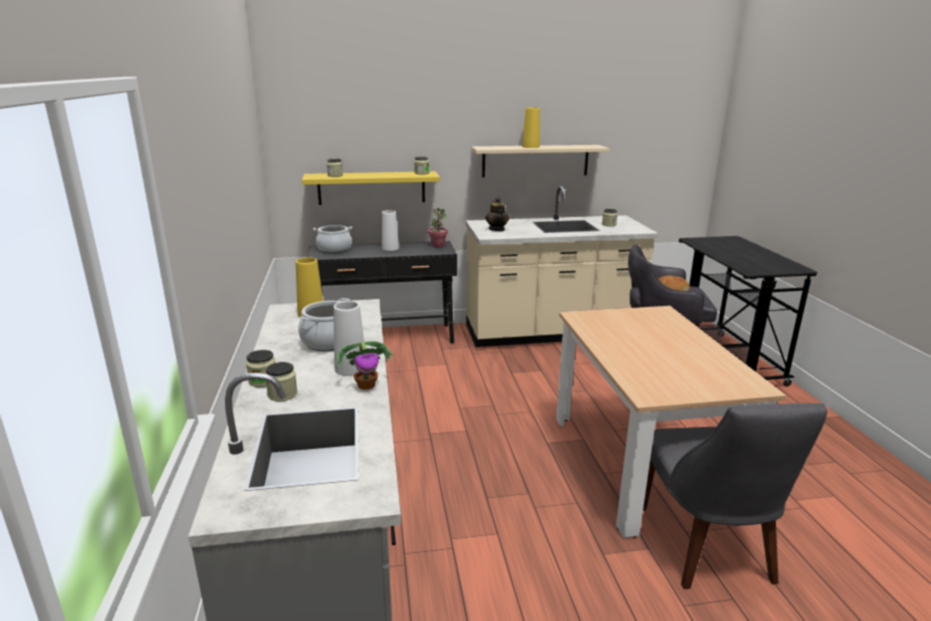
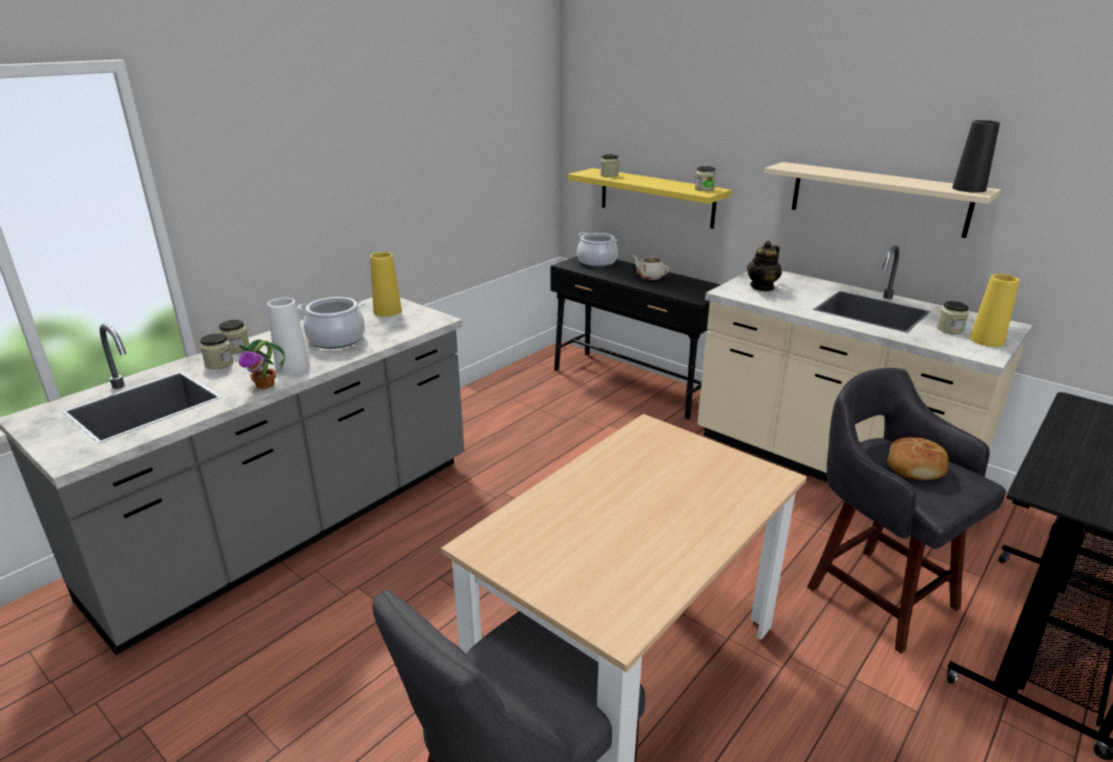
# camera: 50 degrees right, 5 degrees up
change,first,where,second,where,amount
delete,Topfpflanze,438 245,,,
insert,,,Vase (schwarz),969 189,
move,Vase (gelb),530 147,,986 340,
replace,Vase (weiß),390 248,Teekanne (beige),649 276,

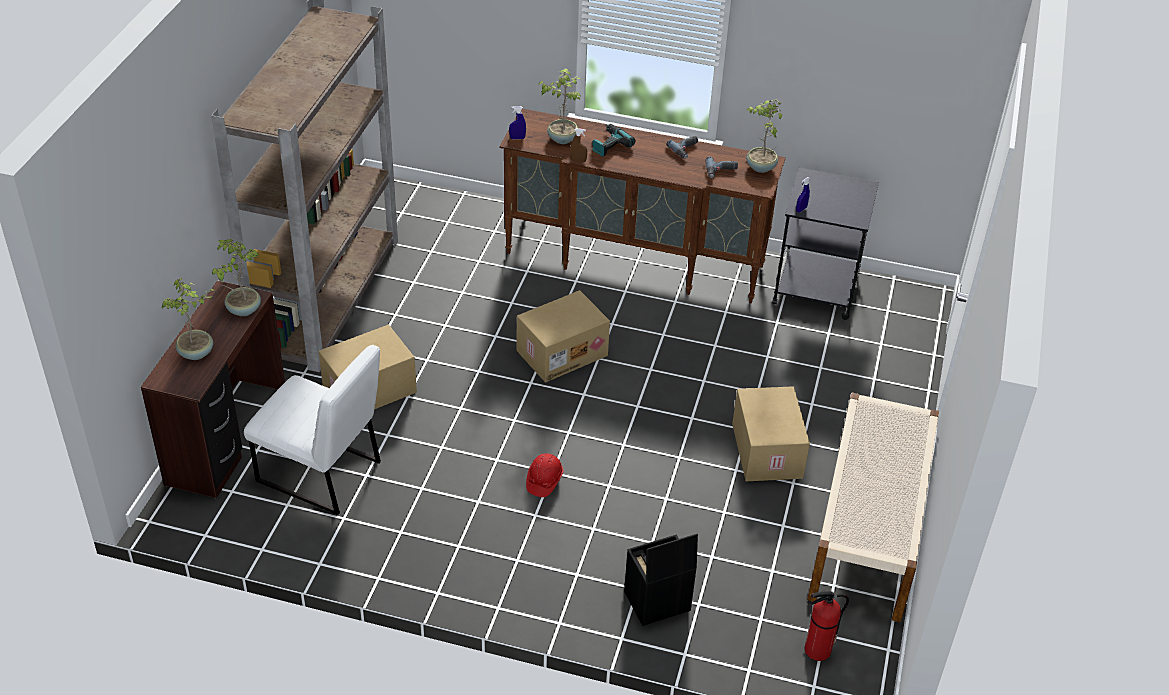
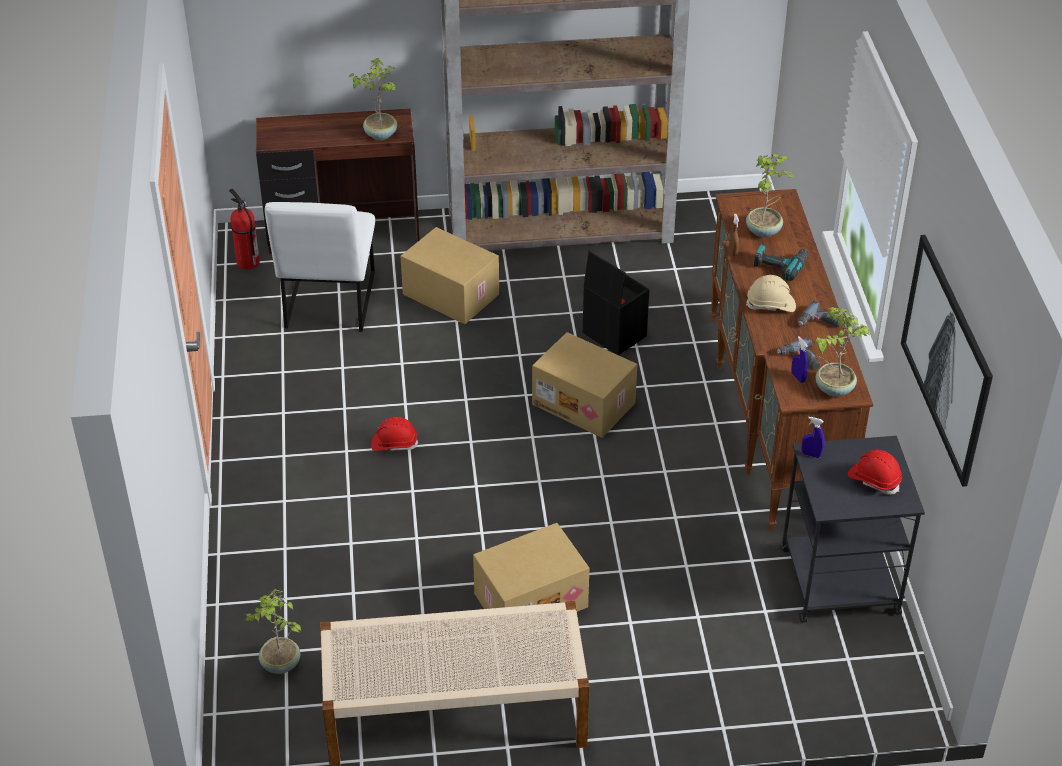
# camera: 70 degrees right, 0 degrees up
change,first,where,second,where,amount
insert,,,Schutzhelm (beige),771 305,
insert,,,Schutzhelm (rot),874 480,
insert,,,Bild,948 358,
move,Topfpflanze,196 353,,280 664,
move,Sprühflasche (blau),517 138,,798 377,
move,Aufbewahrungsbox (schwarz),656 602,,613 334,
move,Feuerlöscher,817 650,,247 262,

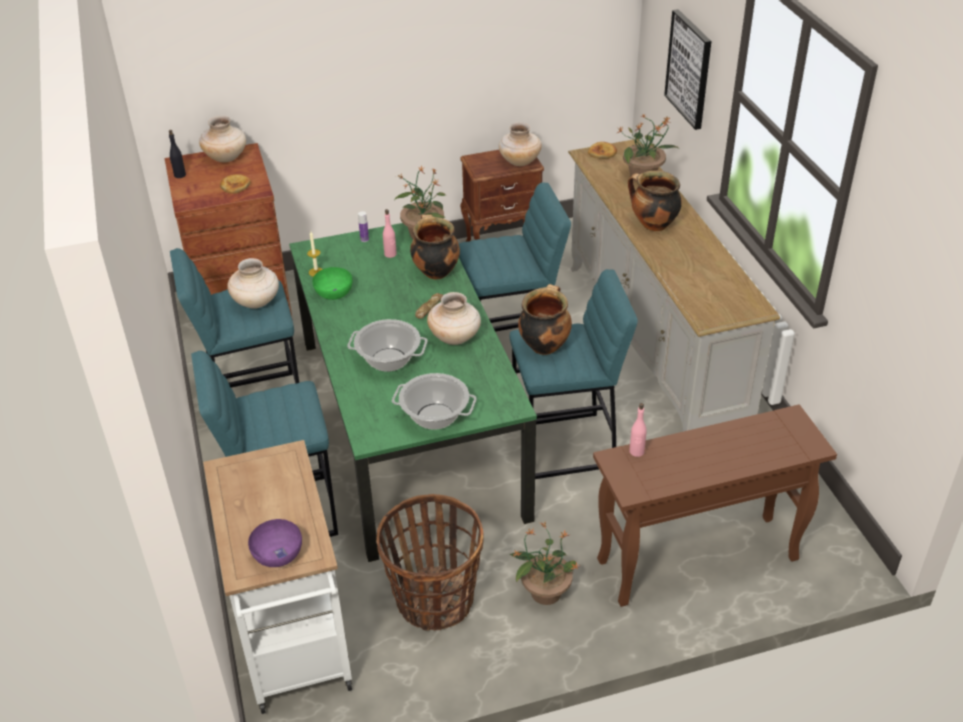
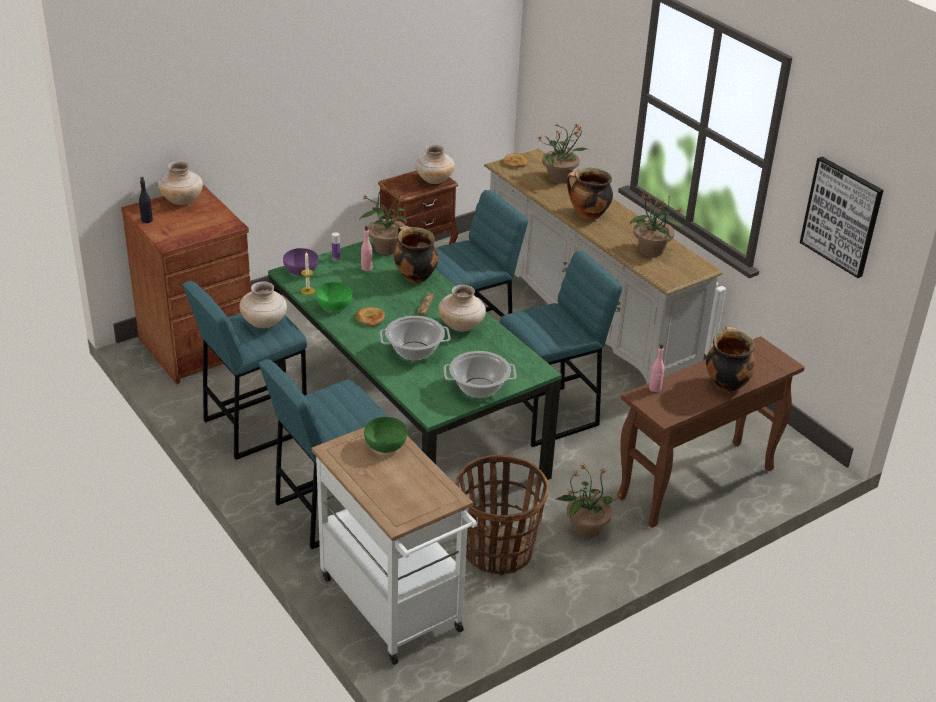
# camera: 20 degrees left, 5 degrees down
change,first,where,second,where,amount
insert,,,Schüssel (grün),386 445,
insert,,,Topfpflanze,651 251,
move,Brot,235 185,,370 318,
move,Schüssel (lila),277 554,,300 270,
move,Kochtopf,544 345,,726 384,
move,Bild,689 69,,842 216,

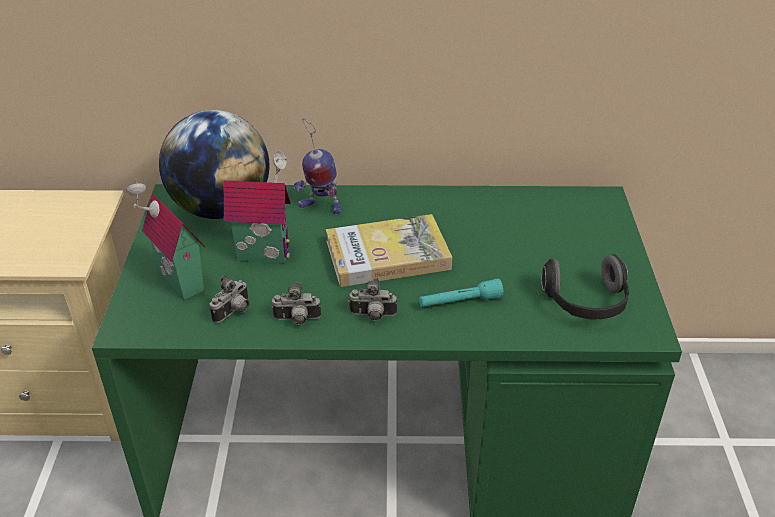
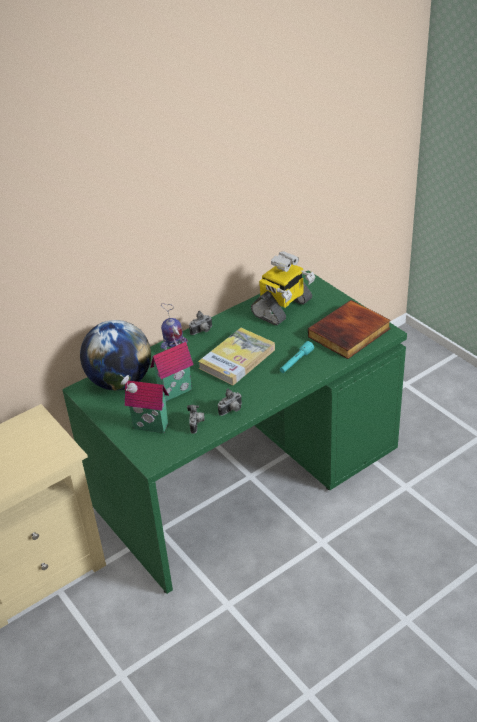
# camera: 35 degrees left, 0 degrees up
change,first,where,second,where,amount
insert,,,Spielzeugroboter,282 308,
move,Kamera,372 316,,202 331,
replace,Kopfhörer,586 303,Buch,350 333,

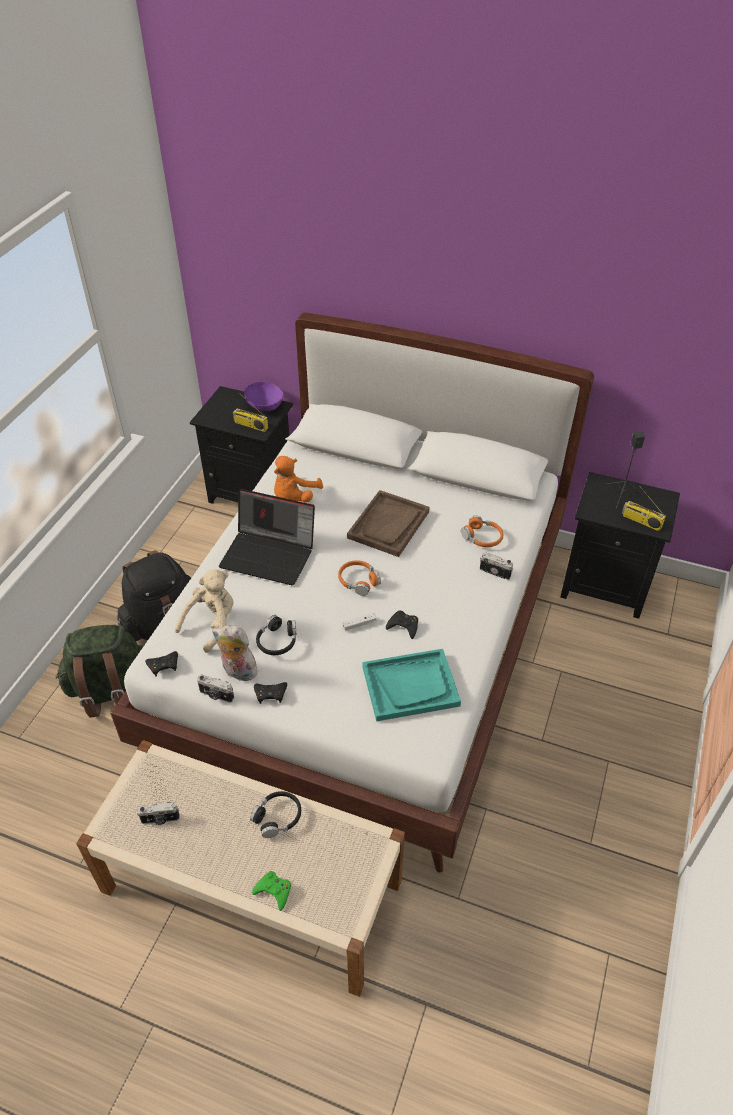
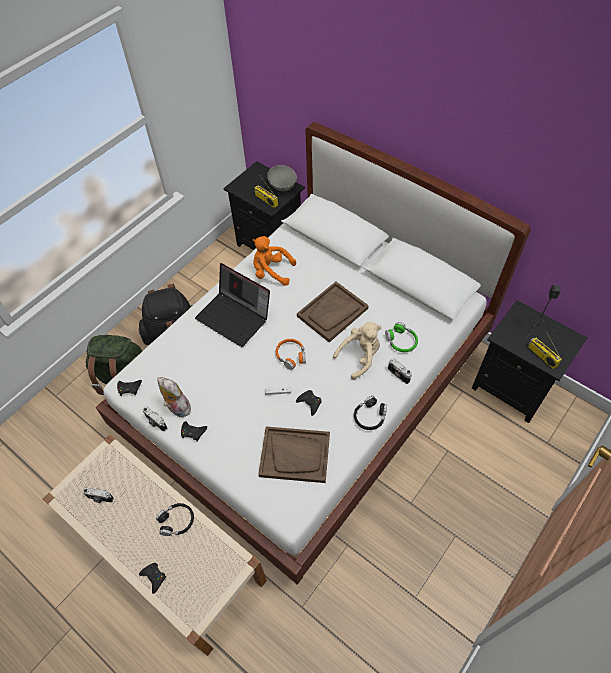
# camera: 20 degrees right, 10 degrees up
change,first,where,second,where,amount
move,Plüschtier (beige),212 623,,360 357,
move,Kopfhörer (schwarz),277 641,,370 416,
recolor,Schüssel (lila),265 406,Schüssel (grau),283 185,
recolor,Gamepad (grün),274 891,Gamepad (schwarz),154 577,
recolor,Tablett (türkis),410 686,Tablett (braun),295 455,
recolor,Kopfhörer (orange),482 537,Kopfhörer (grün),401 341,
rotate,Plüschtier (orange),294 497,,271 272,60 degrees clockwise

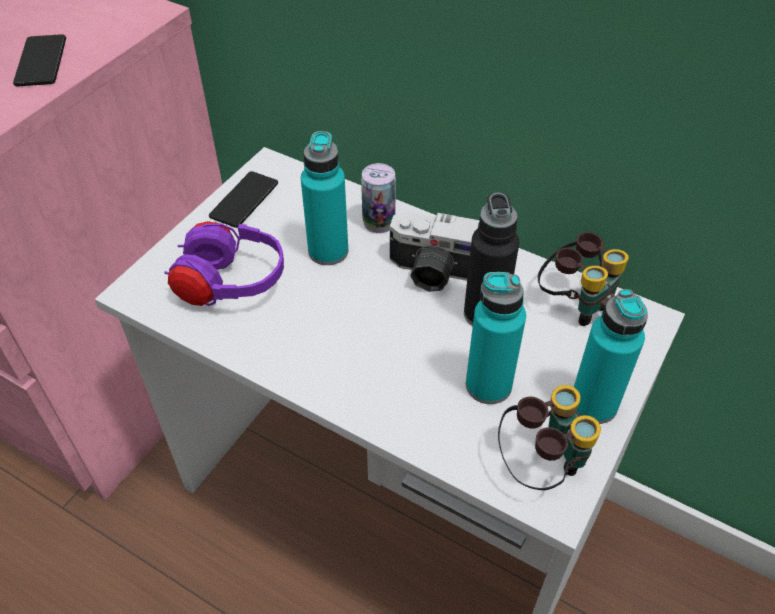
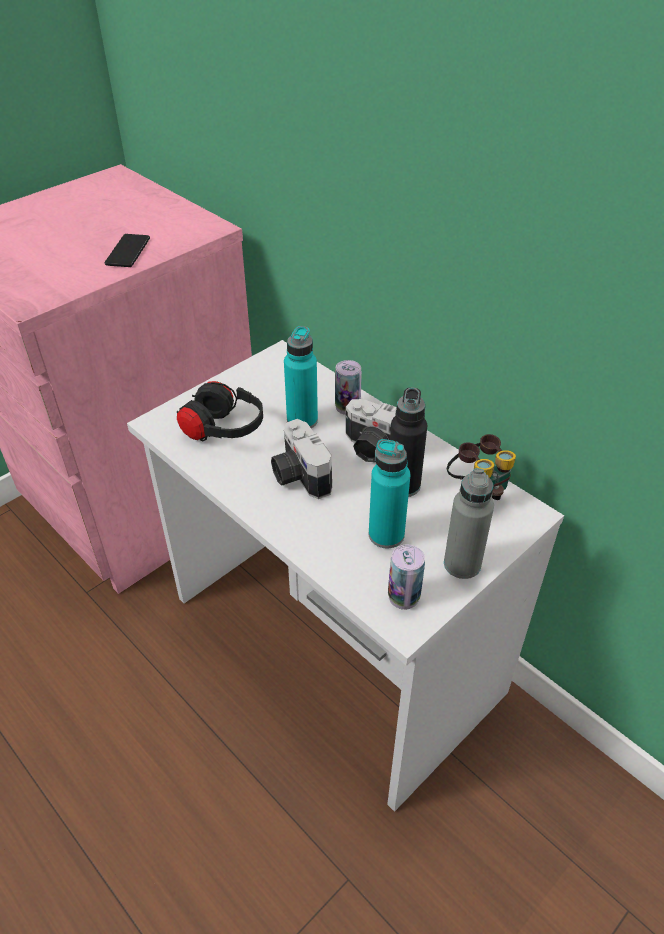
# camera: 15 degrees right, 5 degrees down
change,first,where,second,where,amount
delete,Handy,244 200,,,
insert,,,Kamera,298 476,
replace,Fernglas,540 465,Dose,403 597,
recolor,Kopfhörer (lila),230 285,Kopfhörer (schwarz),223 431,
recolor,Flasche (türkis),593 404,Flasche (grau),462 564,

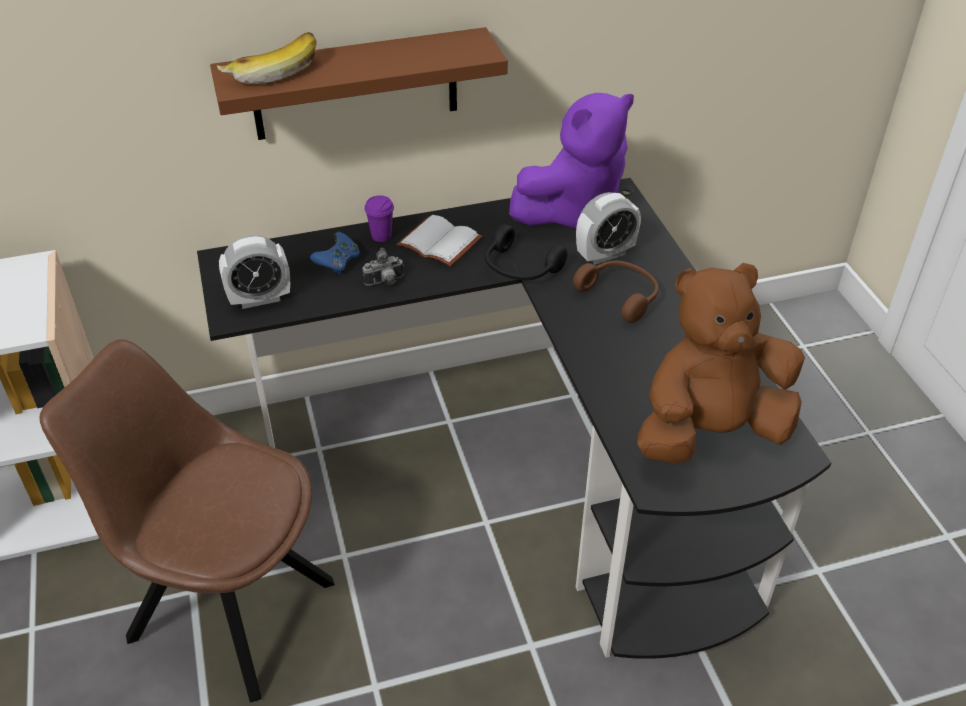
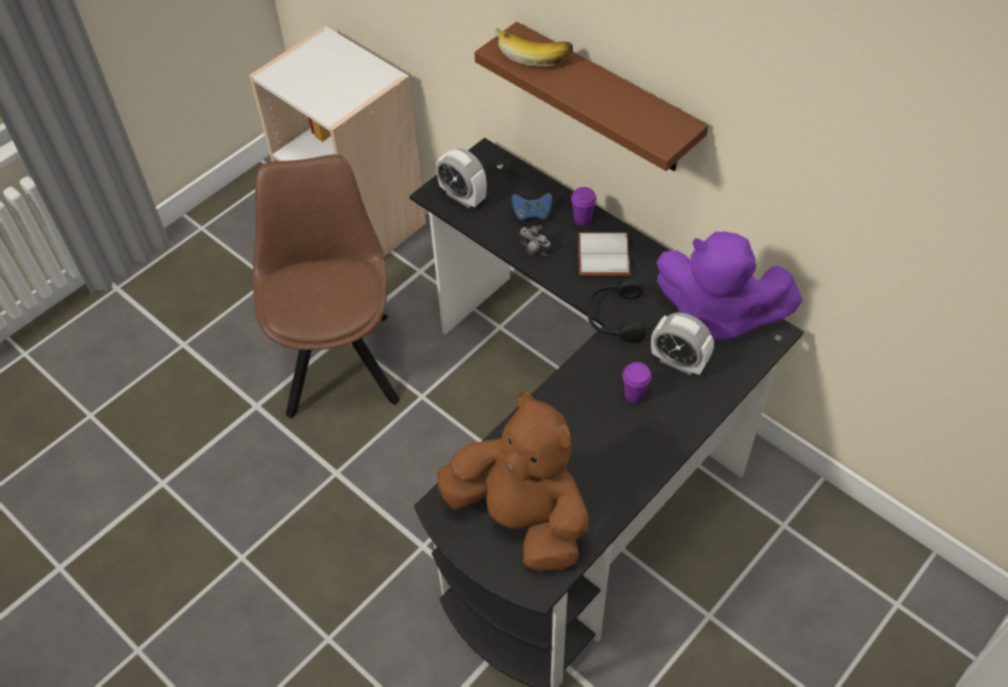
# camera: 60 degrees right, 10 degrees up
change,first,where,second,where,amount
replace,Kopfhörer (braun),620 296,Tasse (lila),634 395,

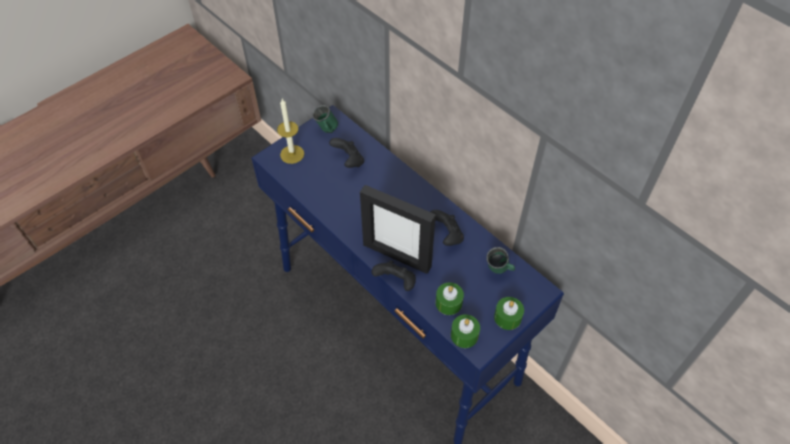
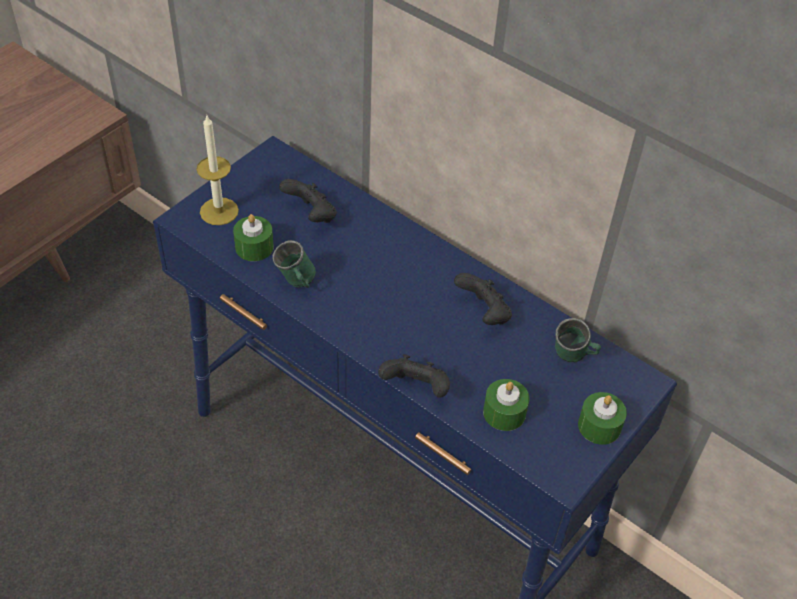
# camera: 10 degrees left, 5 degrees down
change,first,where,second,where,amount
delete,Bilderrahmen,397 254,,,
move,Henkelbecher (grün),327 131,,297 284,
move,Kerze (grün),464 335,,254 247,

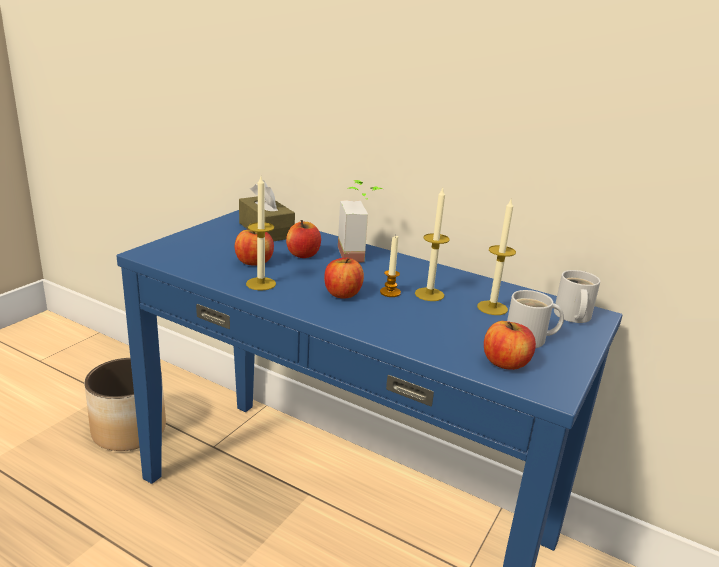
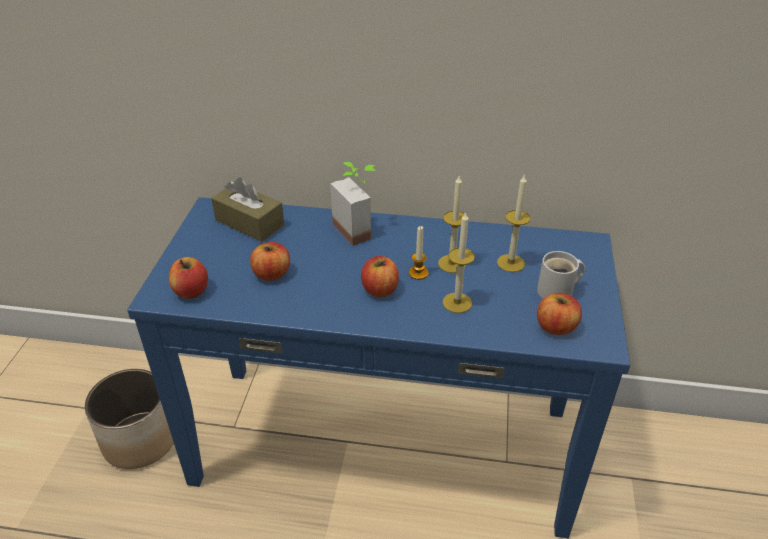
# camera: 20 degrees left, 15 degrees up
change,first,where,second,where,amount
delete,Henkelbecher (weiß),571 316,,,
move,Kerze,261 284,,457 302,
move,Apfel,303 254,,191 291,

